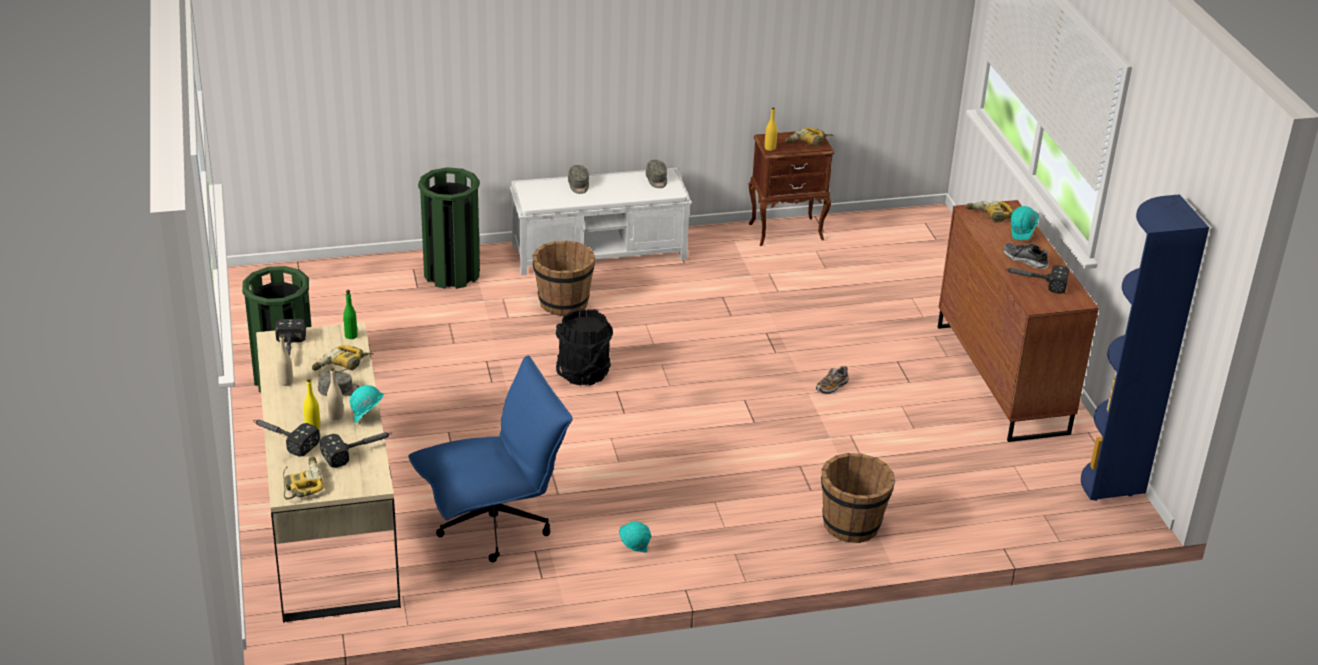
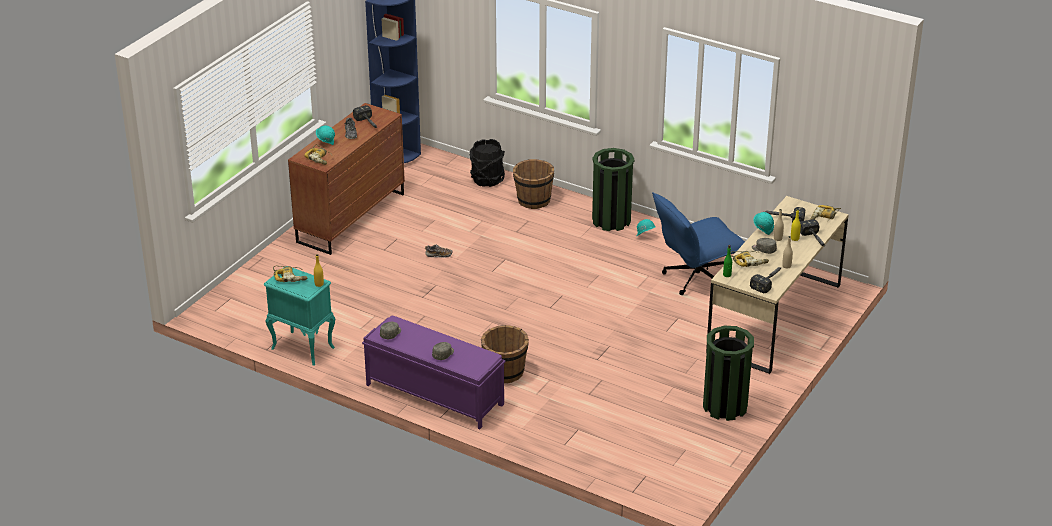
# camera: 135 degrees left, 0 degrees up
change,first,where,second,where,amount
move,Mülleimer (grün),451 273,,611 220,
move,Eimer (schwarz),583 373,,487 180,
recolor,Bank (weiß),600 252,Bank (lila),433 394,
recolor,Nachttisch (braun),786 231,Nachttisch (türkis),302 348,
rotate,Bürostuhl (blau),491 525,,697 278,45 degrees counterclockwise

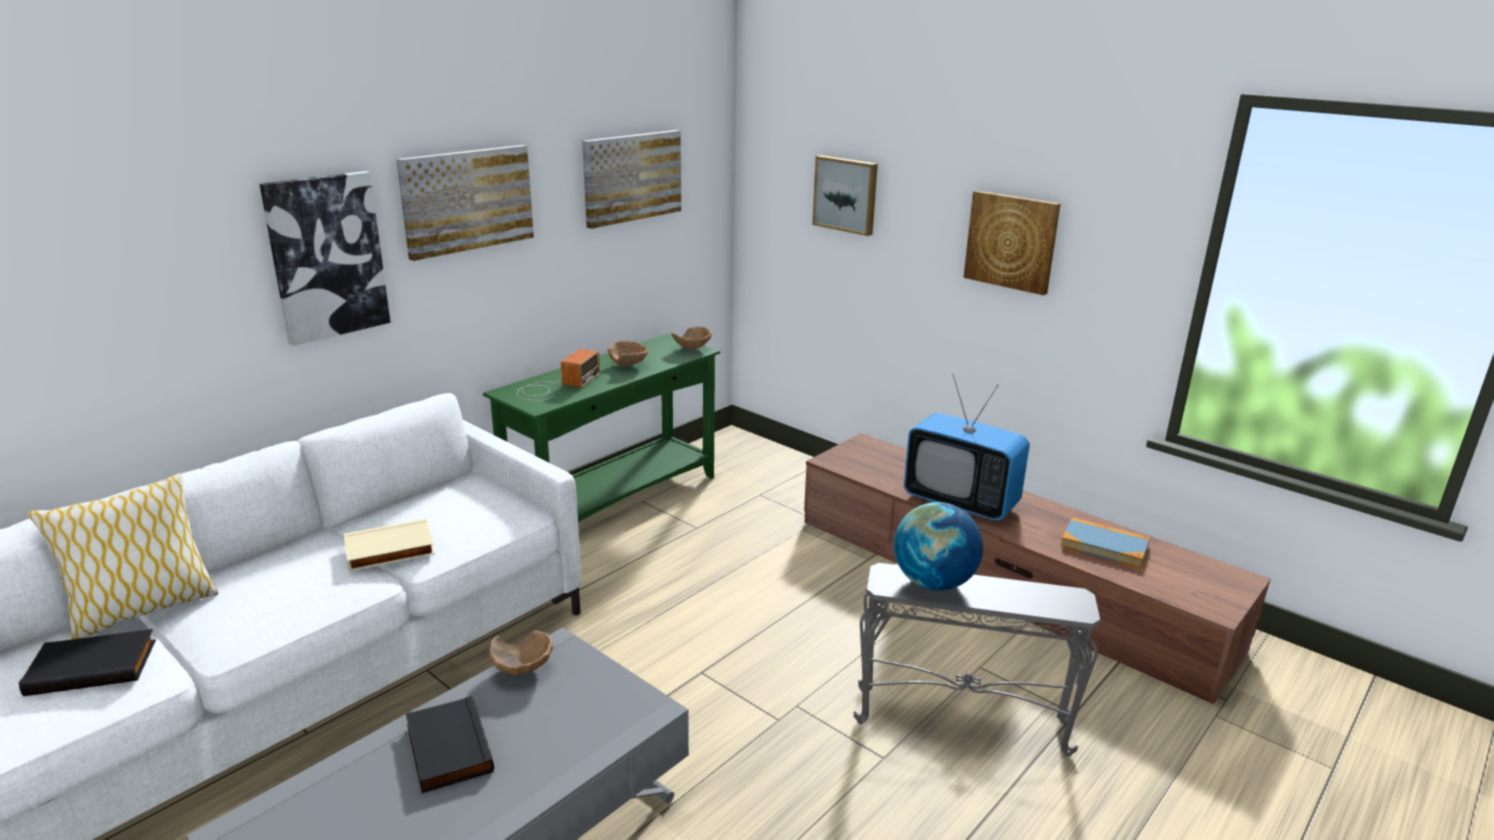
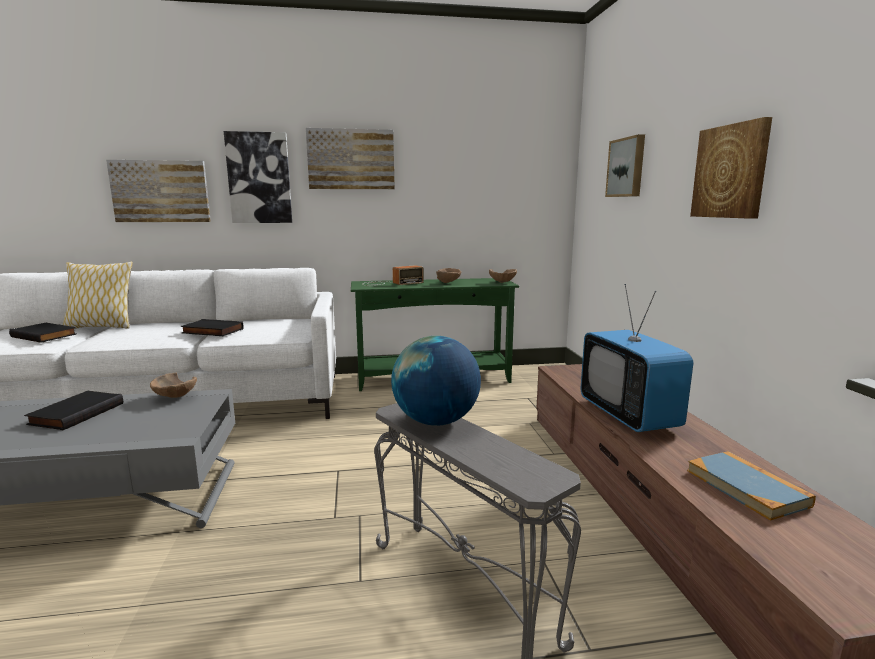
# camera: 40 degrees right, 10 degrees down
change,first,where,second,where,amount
move,Bild,631 177,,161 191,
recolor,Buch (beige),389 551,Buch (schwarz),211 331,

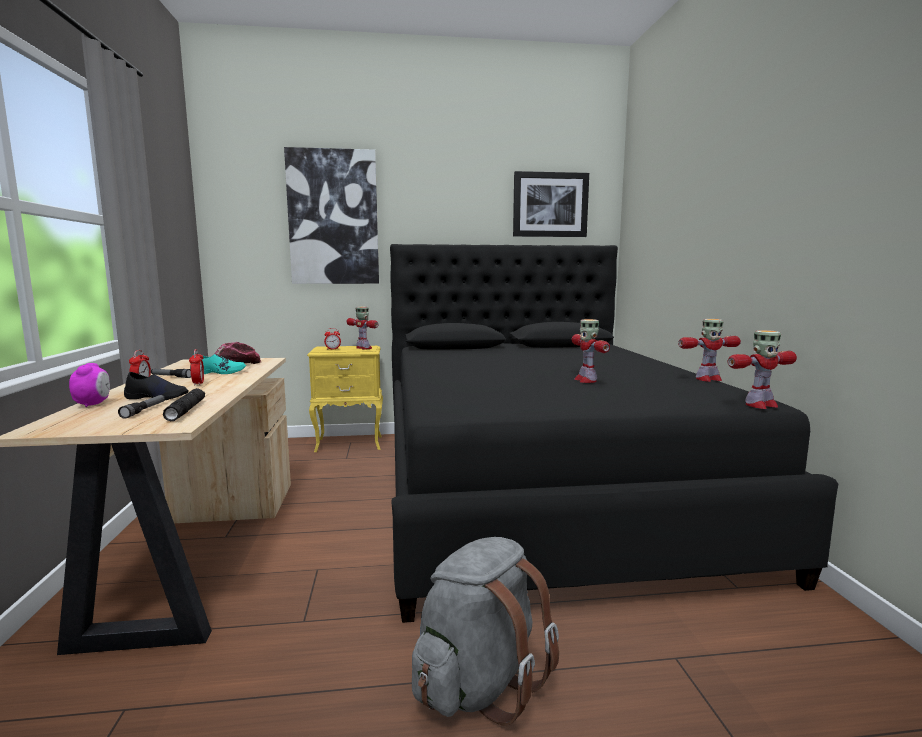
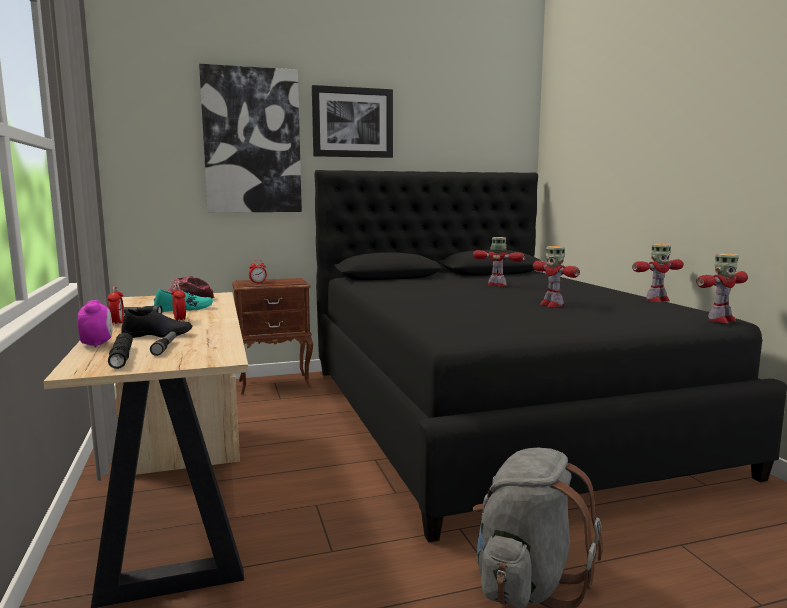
# camera: 10 degrees left, 0 degrees up
change,first,where,second,where,amount
move,Taschenlampe (schwarz),186 410,,121 357,
move,Spielzeugroboter,364 348,,498 285,
move,Bild,550 205,,352 122,
recolor,Nachttisch (gelb),349 444,Nachttisch (braun),274 384,

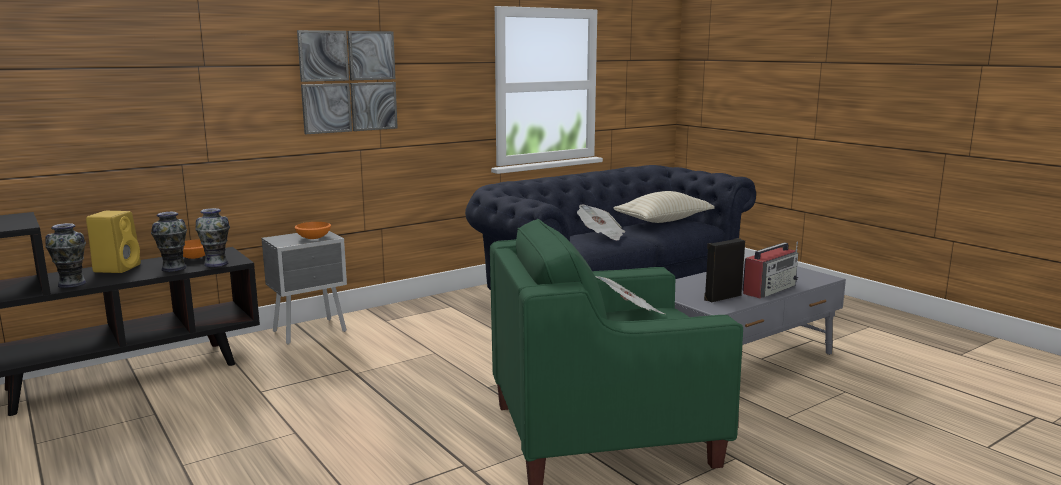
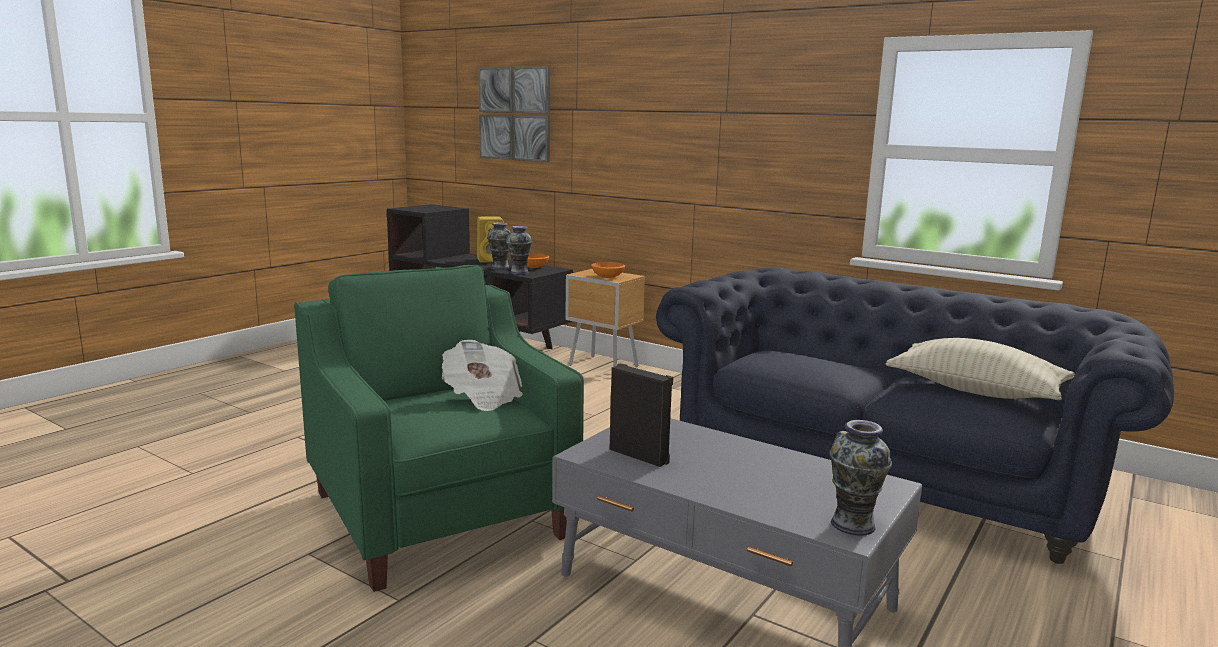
# camera: 70 degrees right, 0 degrees up
change,first,where,second,where,amount
delete,Zeitung,601 235,,,
delete,Radio,769 289,,,
move,Vase,72 284,,852 524,
move,Bild,348 81,,514 114,
recolor,Nachttisch (grau),311 331,Nachttisch (braun),604 366,

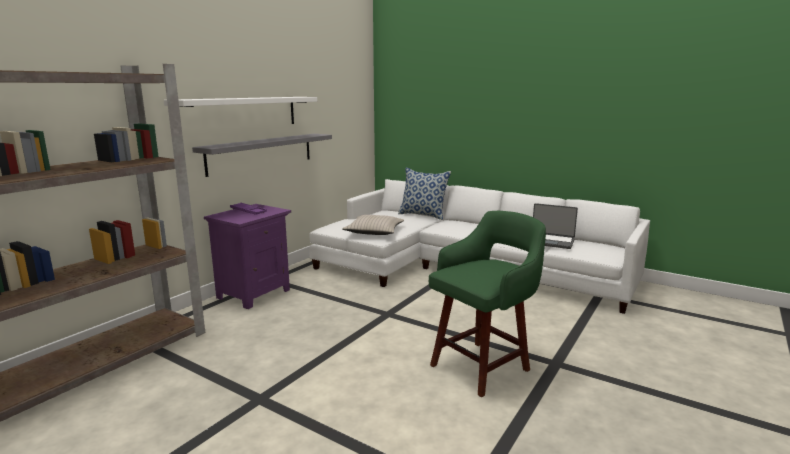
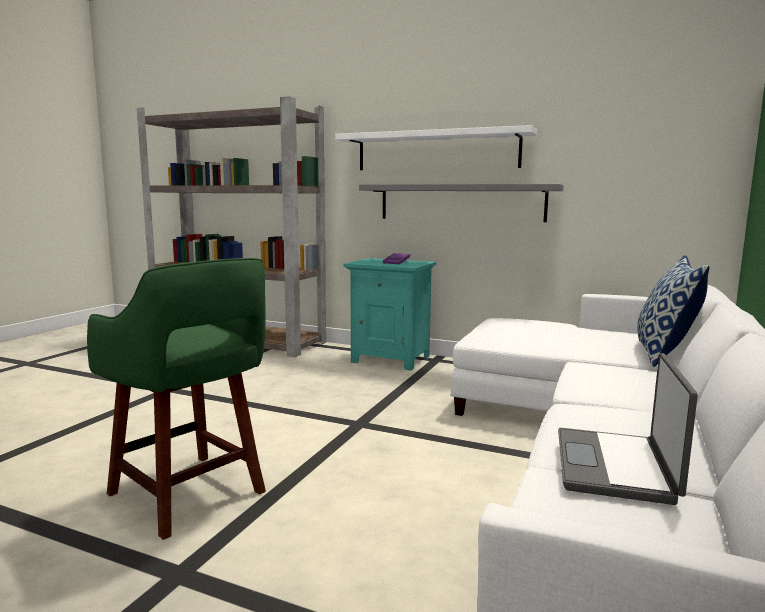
# camera: 80 degrees right, 5 degrees down
change,first,where,second,where,amount
delete,Kissen (beige),374 231,,,
recolor,Nachttisch (lila),255 294,Nachttisch (türkis),390 360,

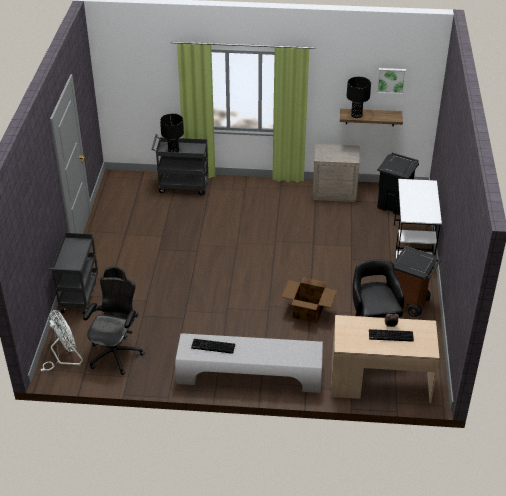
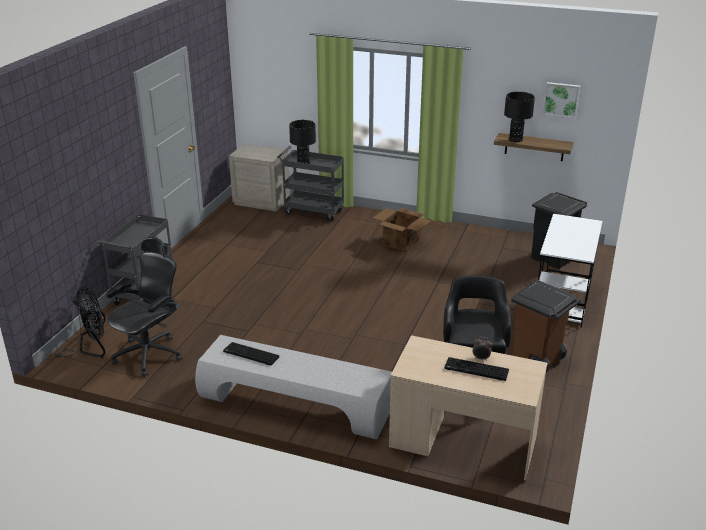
# camera: 15 degrees right, 10 degrees down
change,first,where,second,where,amount
move,Karton,308 312,,401 243,
move,Nachttisch (beige),334 192,,262 201,
recolor,Ventilator (weiß),62 354,Ventilator (schwarz),90 344,

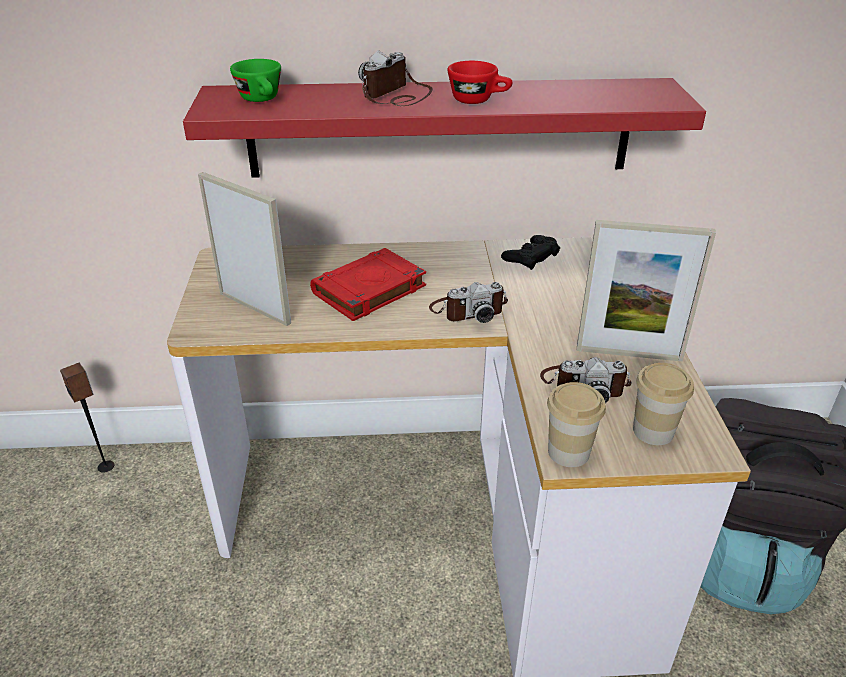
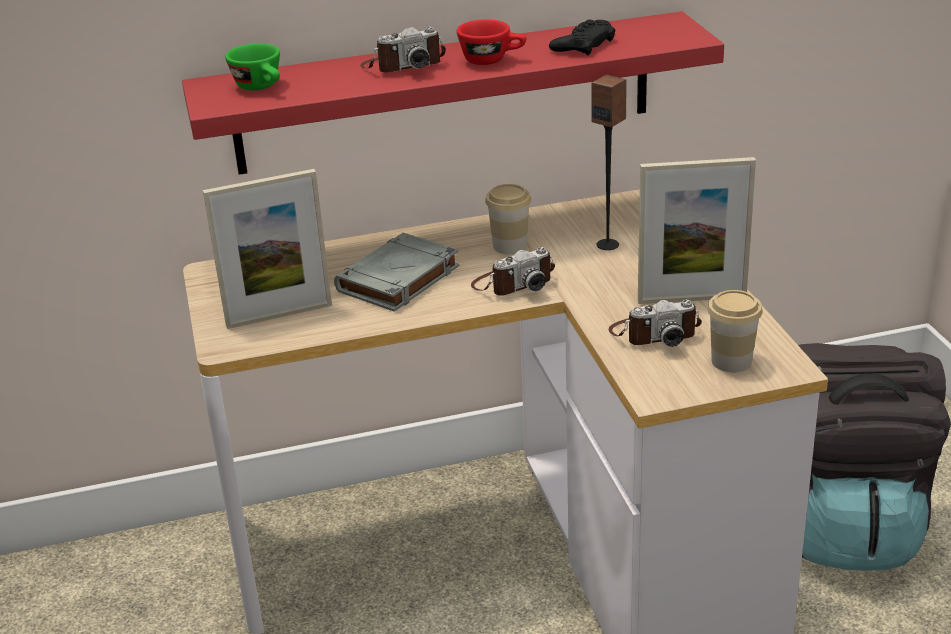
# camera: 10 degrees left, 5 degrees down
change,first,where,second,where,amount
move,Lautsprecher,106 466,,608 244,
move,Gamepad (schwarz),531 256,,583 45,
move,Tasse,568 452,,510 246,
recolor,Buch (rot),368 290,Buch (grau),398 280,
rotate,Bilderrahmen,254 308,,279 315,135 degrees clockwise
rotate,Kamera,397 95,,403 65,135 degrees counterclockwise

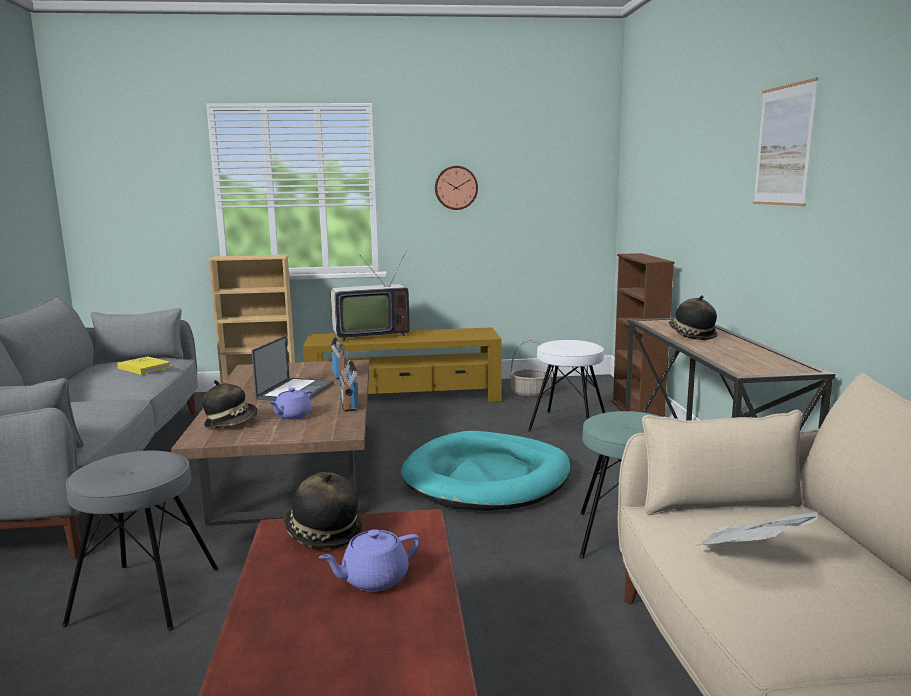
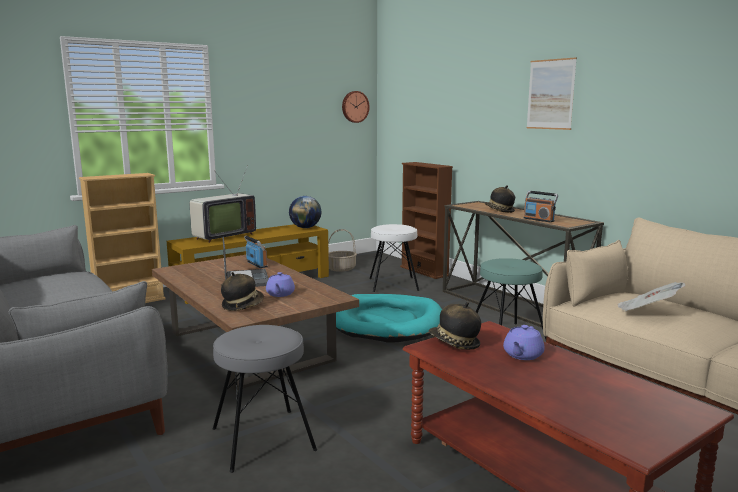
# camera: 30 degrees left, 0 degrees up
change,first,where,second,where,amount
delete,Buch (gelb),144 368,,,
insert,,,Globus,305 227,
move,Radio,348 404,,538 219,
move,Wanduhr,456 187,,354 106,

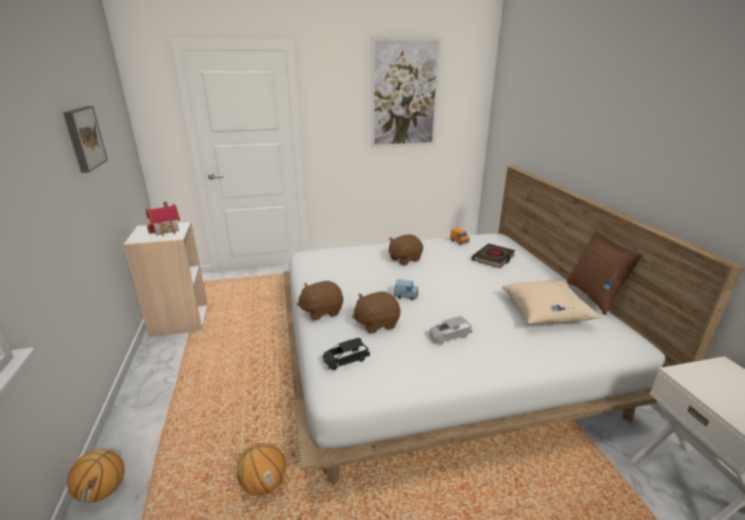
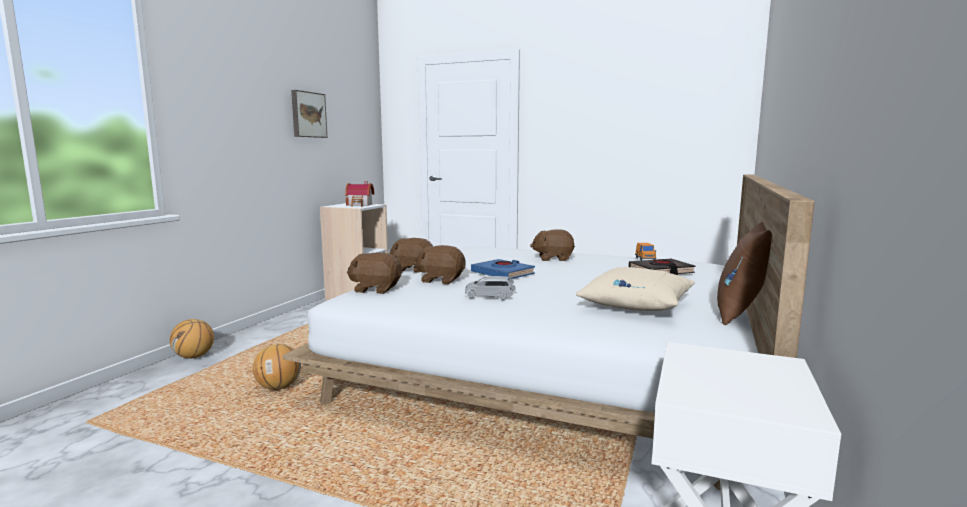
# camera: 35 degrees right, 15 degrees down
change,first,where,second,where,amount
delete,Bild,404 94,,,
replace,Spielzeugauto (schwarz),345 360,Plüschtier (braun),376 289,
replace,Spielzeugauto (blau),406 296,Buch (blau),502 273,

